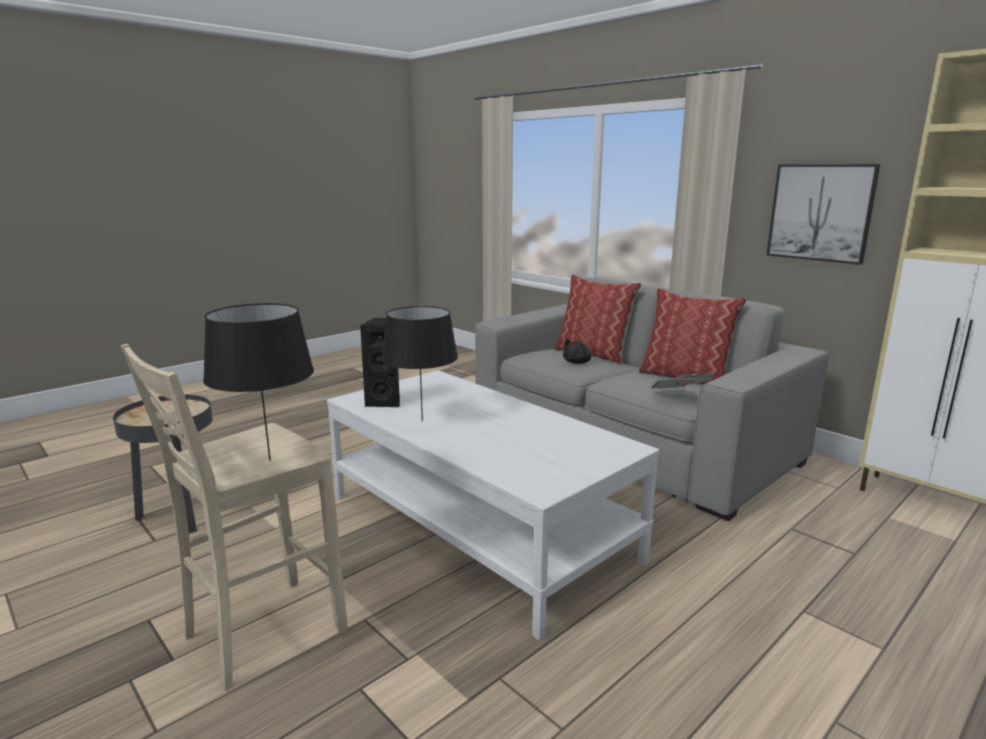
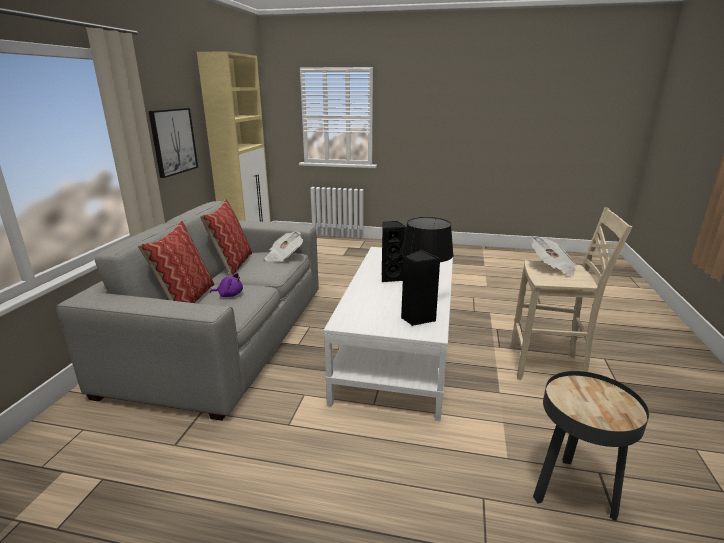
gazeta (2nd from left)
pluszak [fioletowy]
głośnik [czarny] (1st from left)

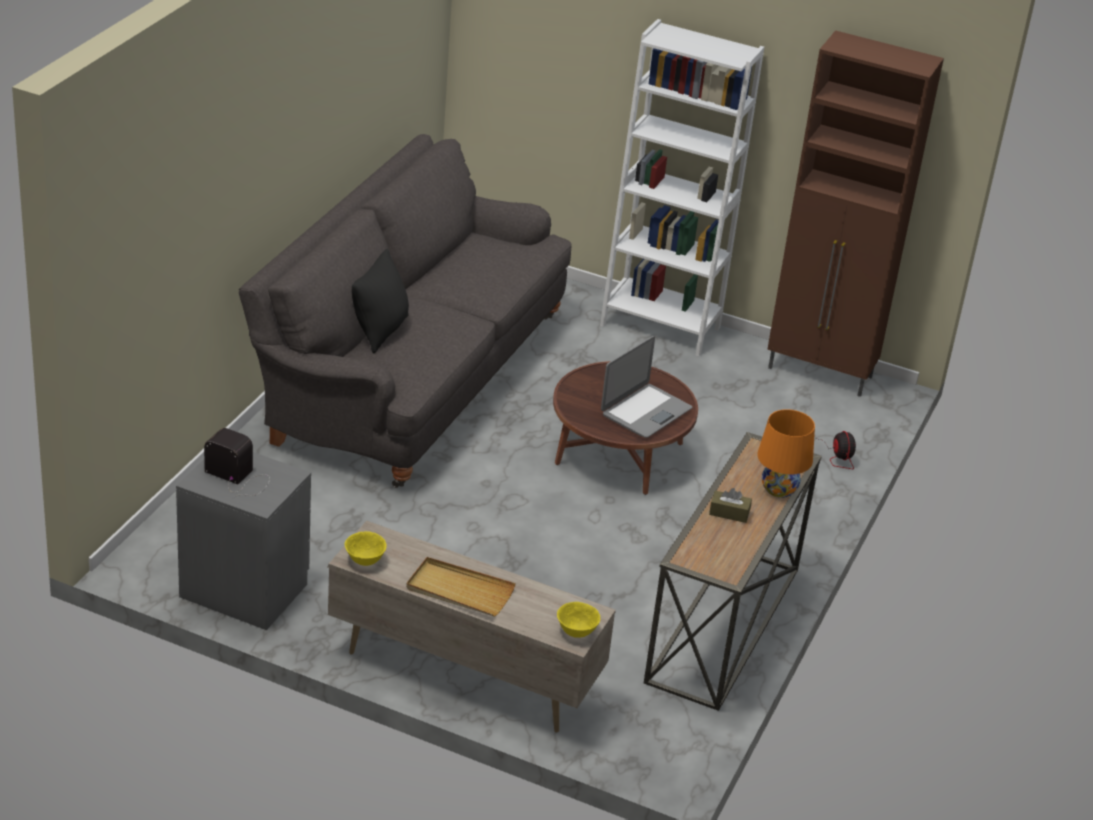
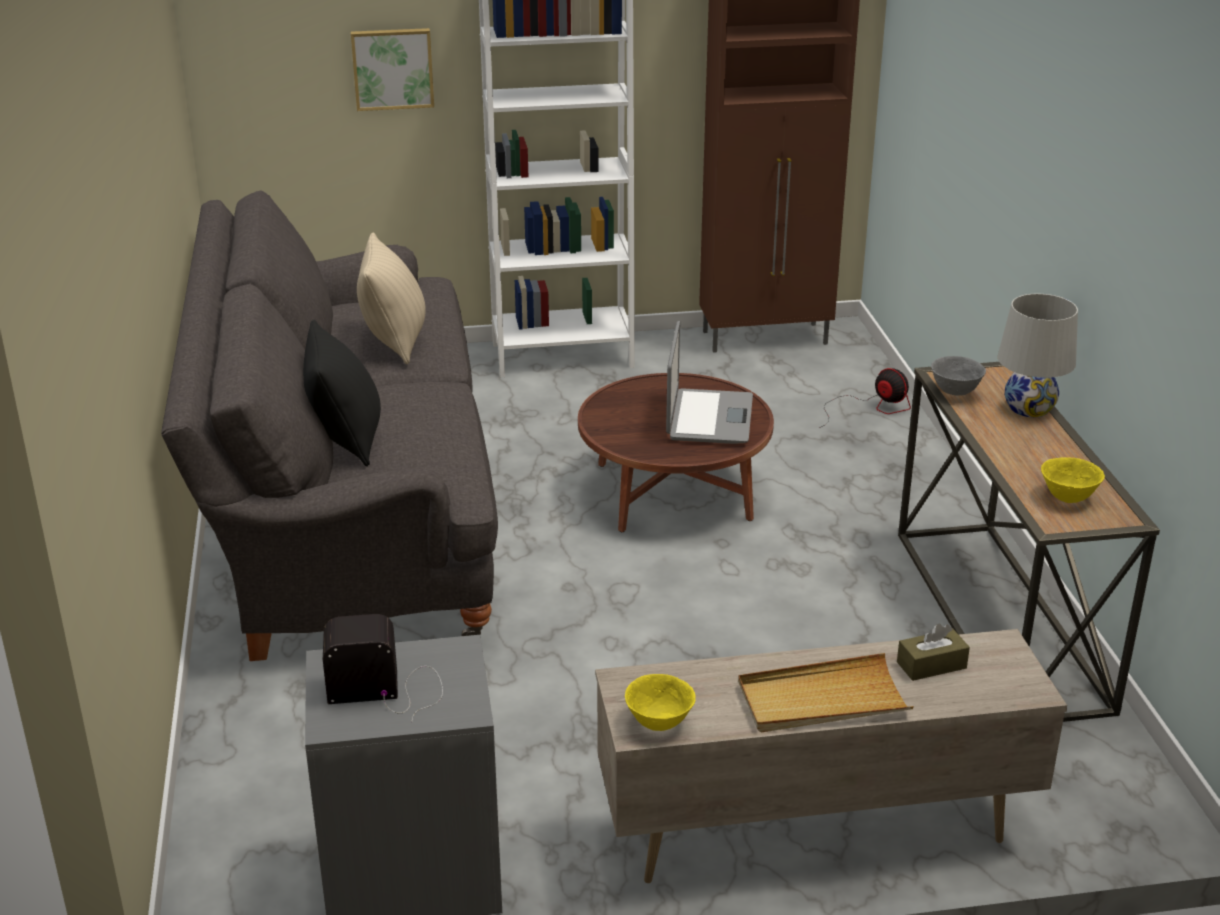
lampa stołowa [biały]
pudełko chusteczek [brązowy]
miska [żółty] (2nd from left)
obraz
poduszka [beżowy]
miska [szary]

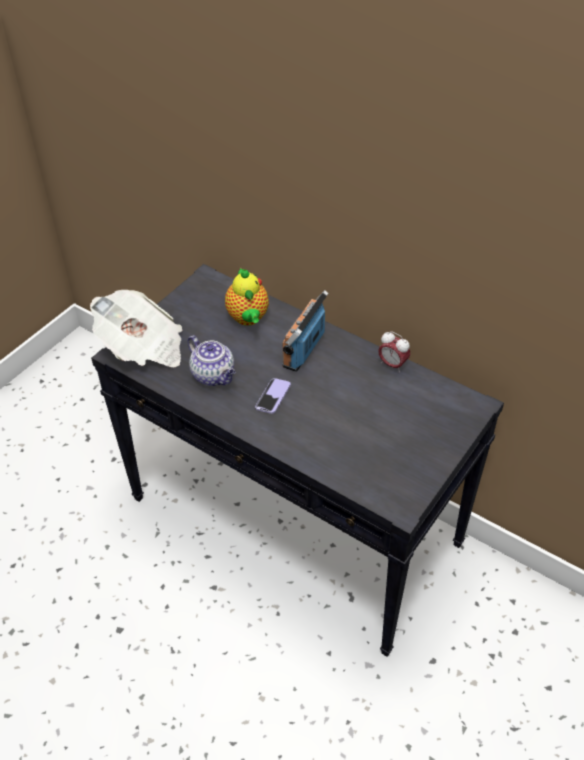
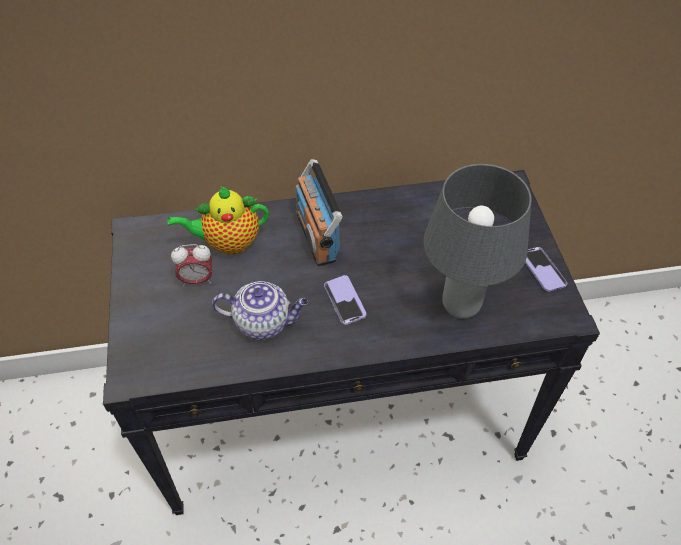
imbryk (1st from left)
gazeta
budzik
lampa stołowa [szary]
telefon (2nd from left)

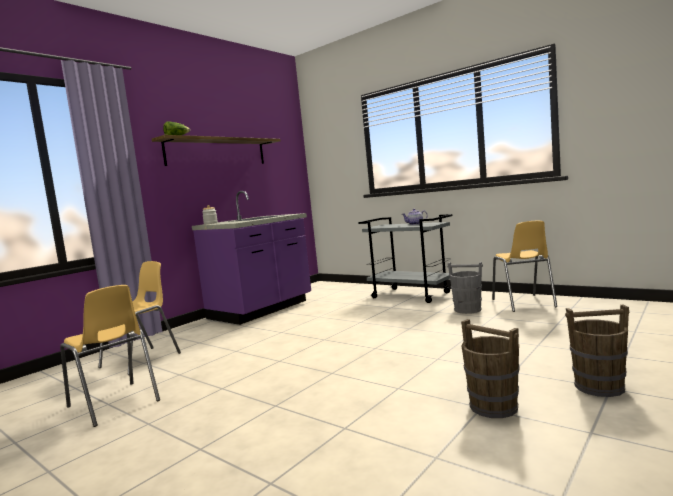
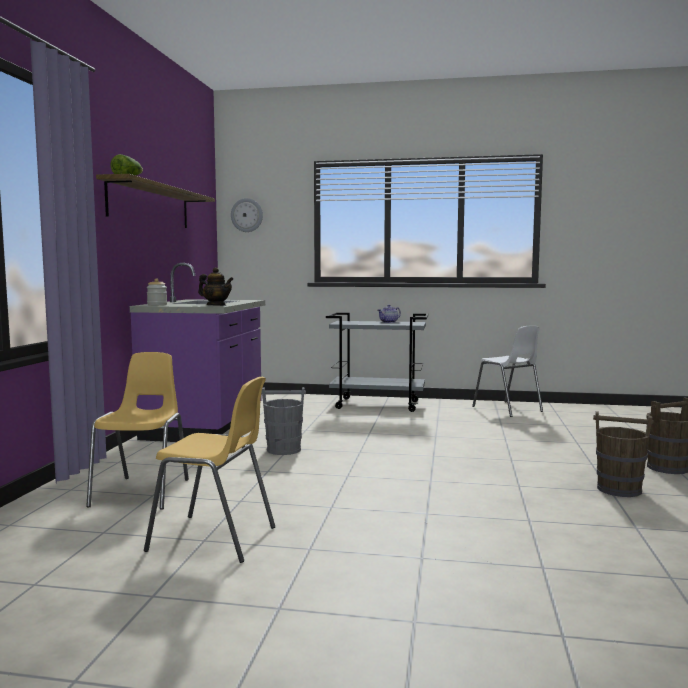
krzesło [biały]
wiadro [szary]
zegar ścienny
imbryk (1st from left)

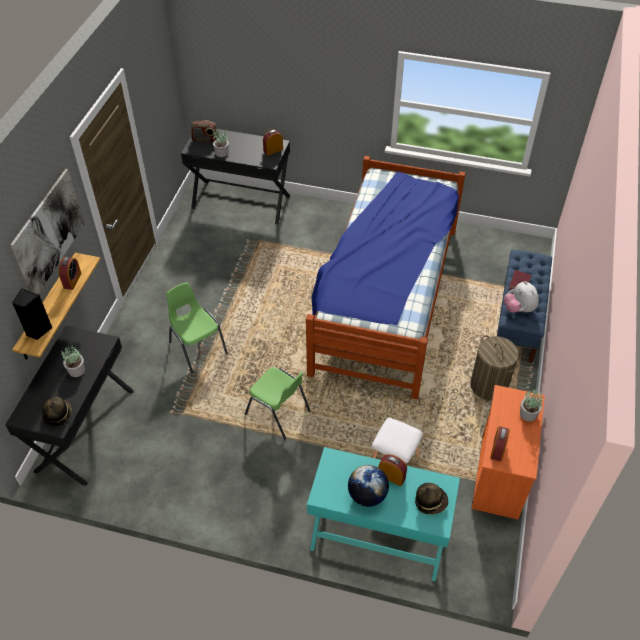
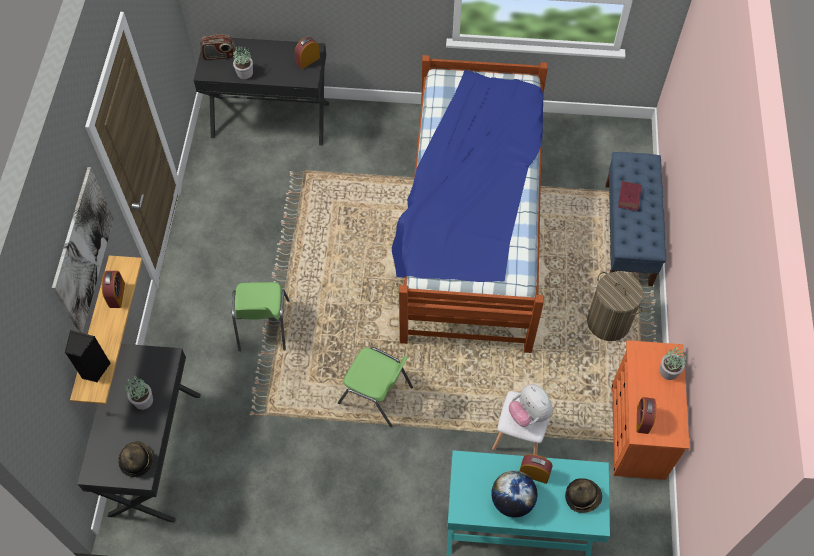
pluszak
krzesło [zielony] (1st from left)

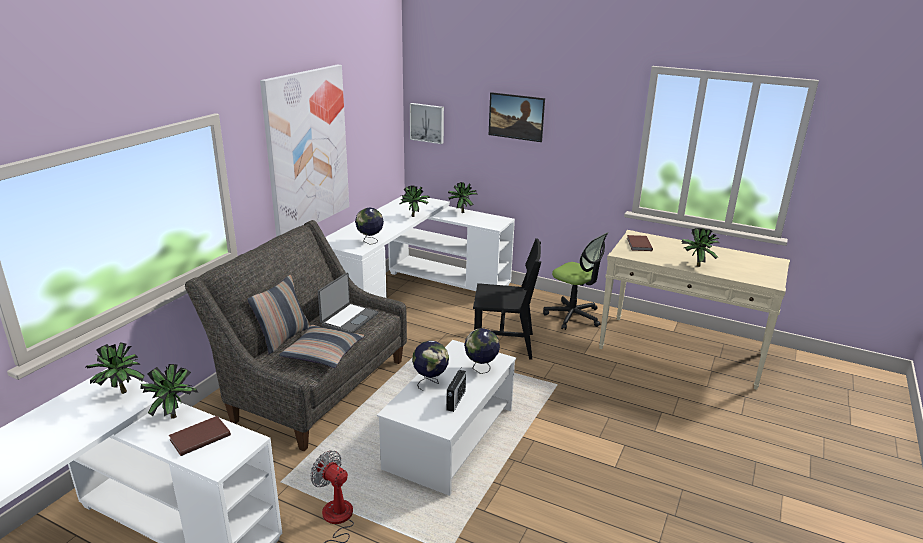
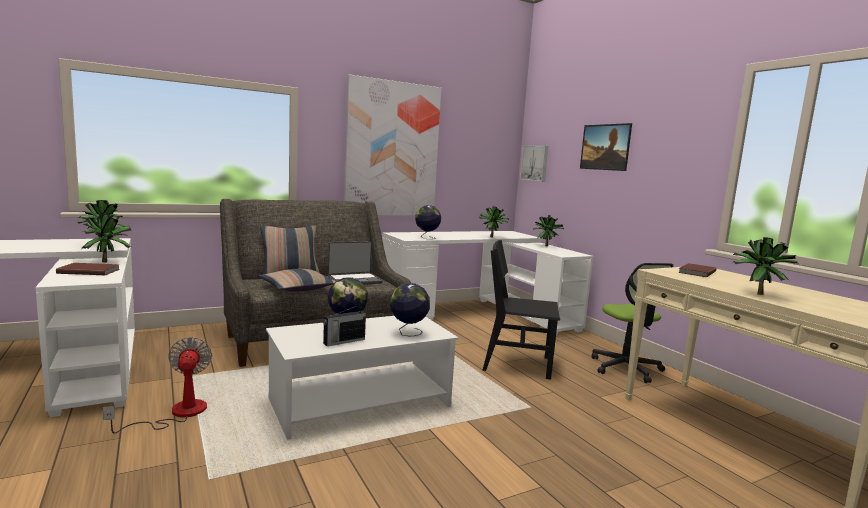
krzesło [czarny]

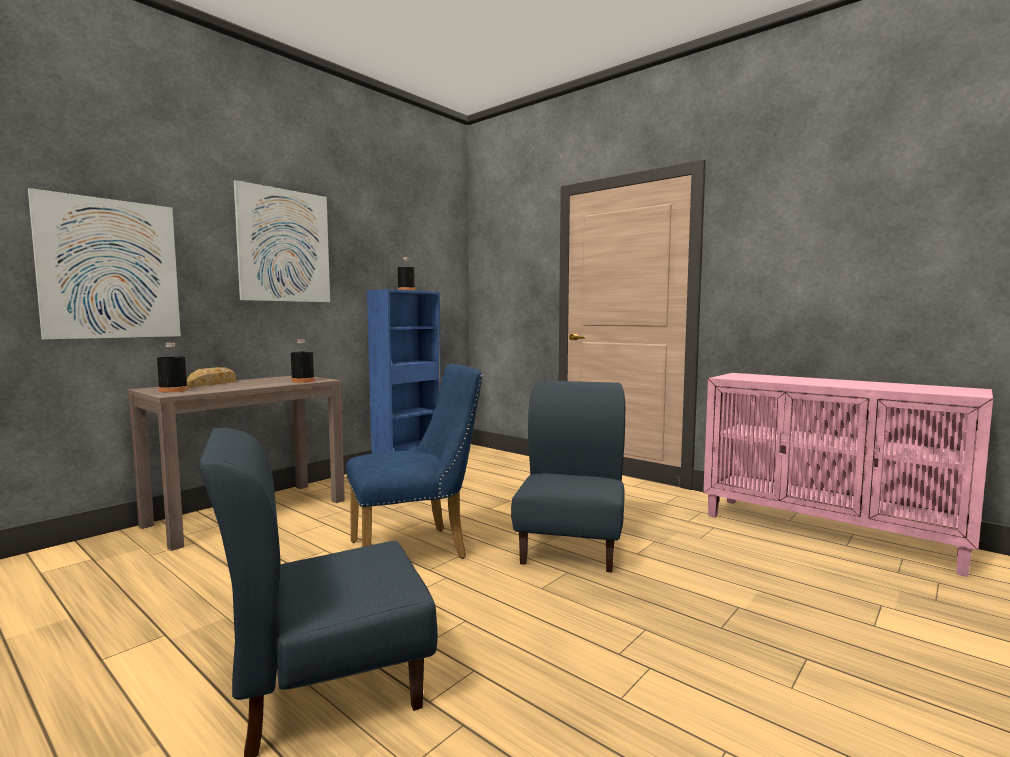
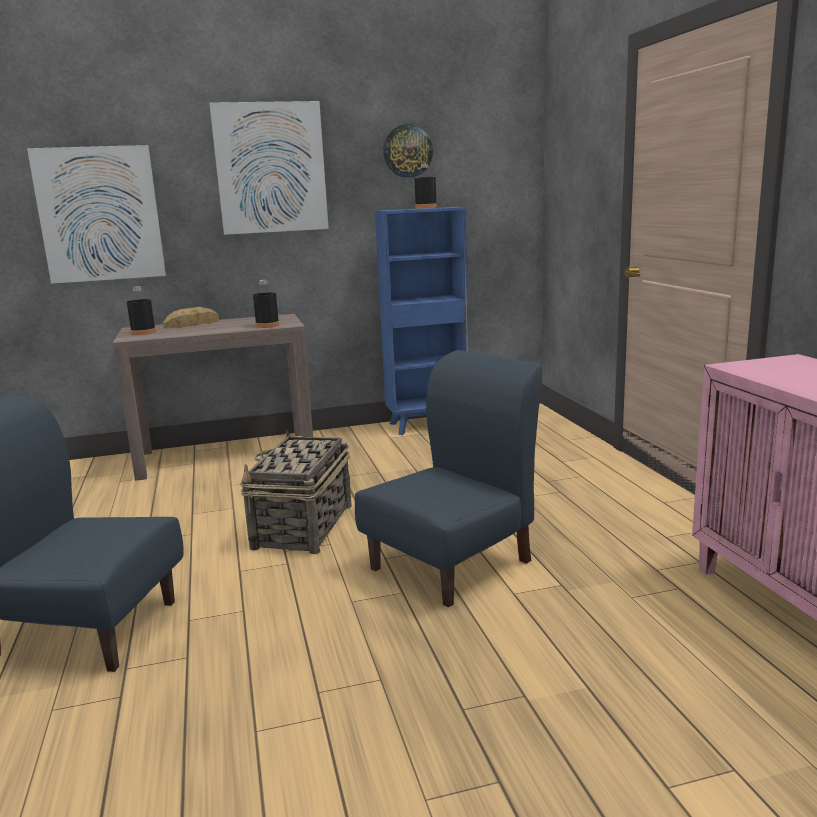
koszyk
zegar ścienny

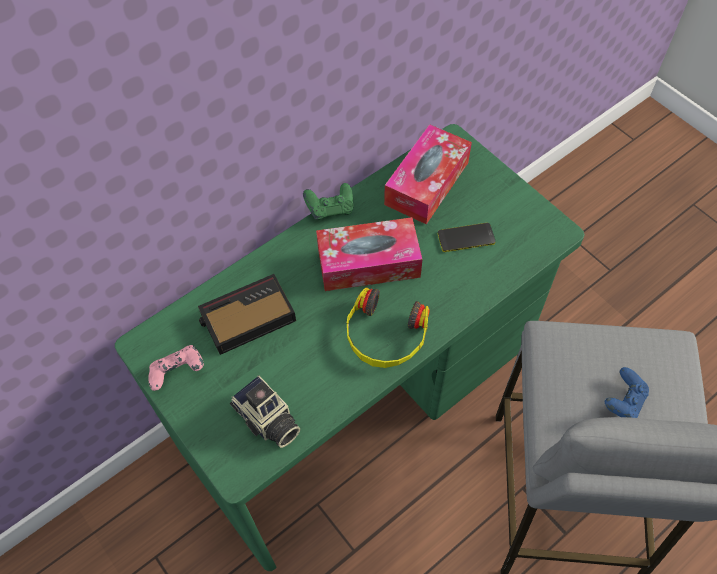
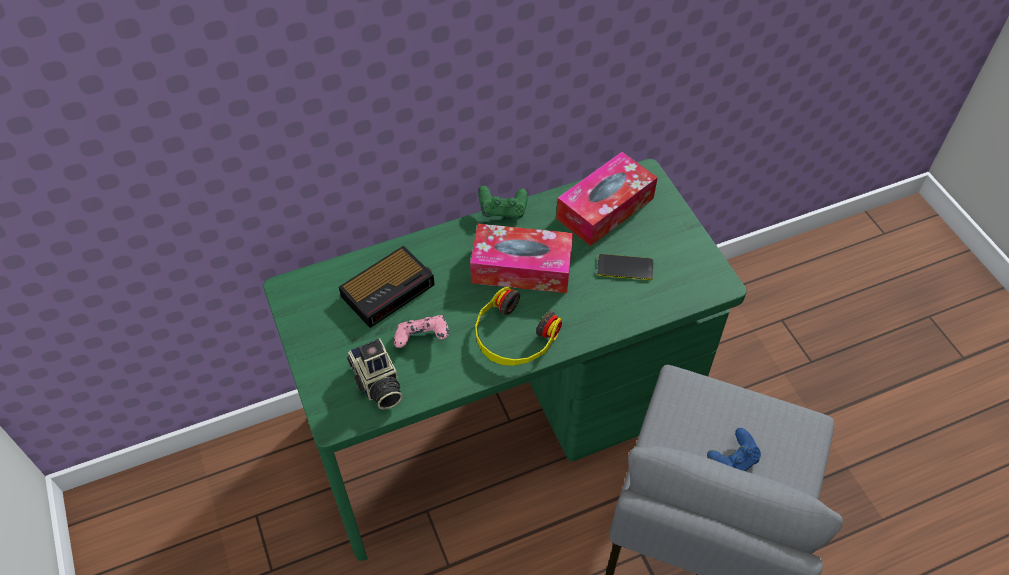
budzik
pad do gier [różowy]

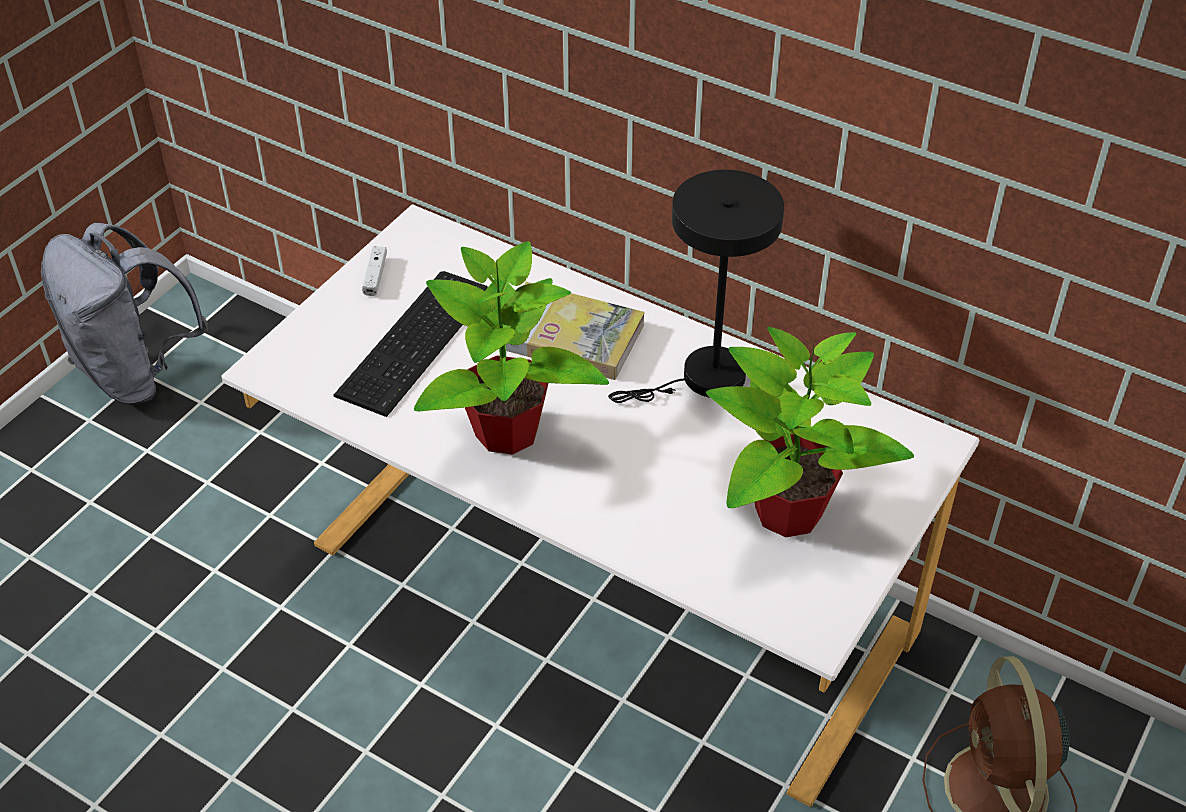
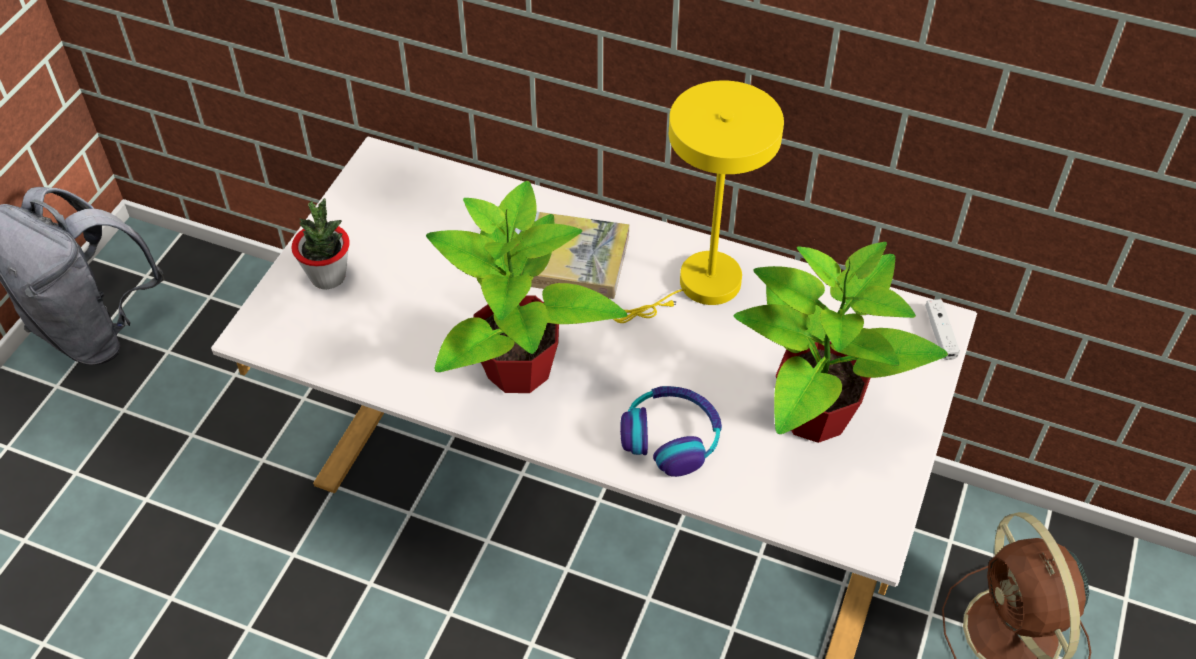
lampa stołowa [żółty]
pad do gier [biały]
klawiatura
roślina doniczkowa (1st from left)
słuchawki

